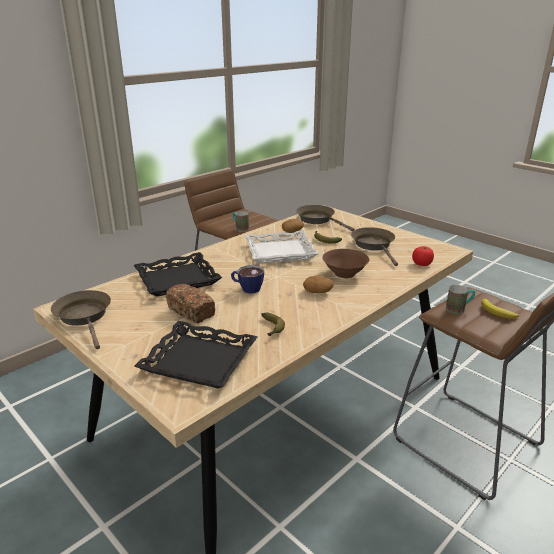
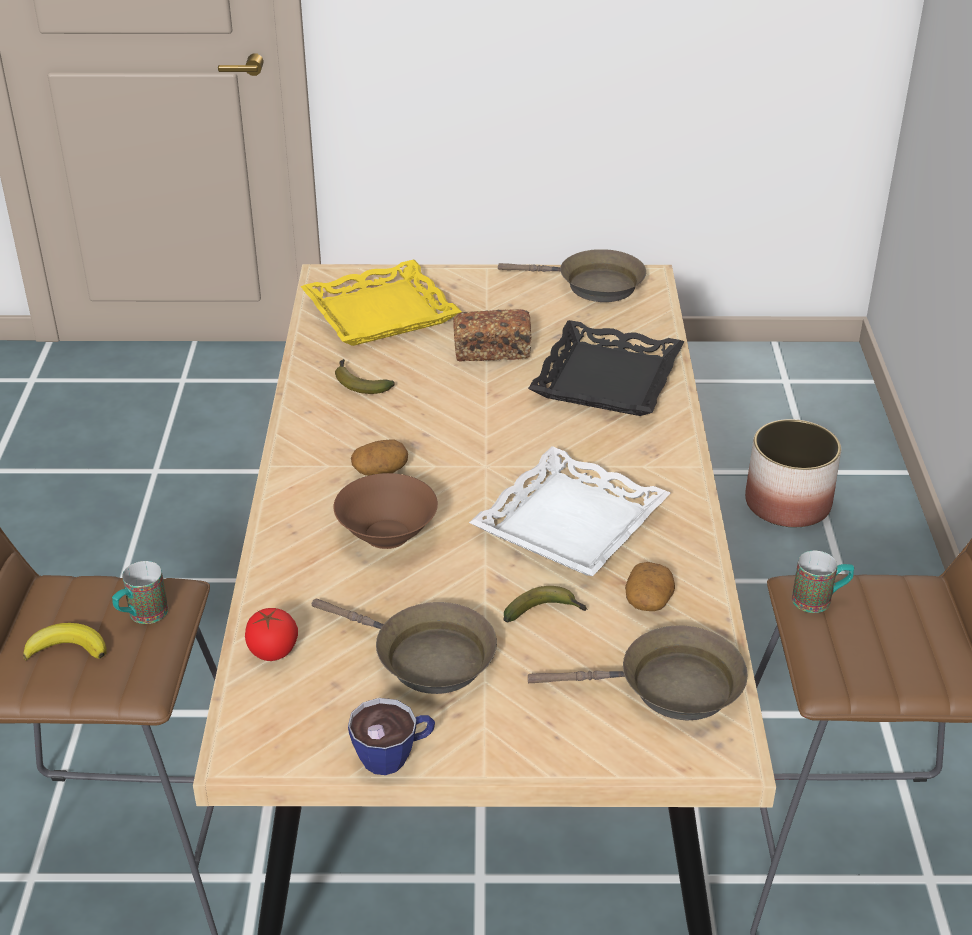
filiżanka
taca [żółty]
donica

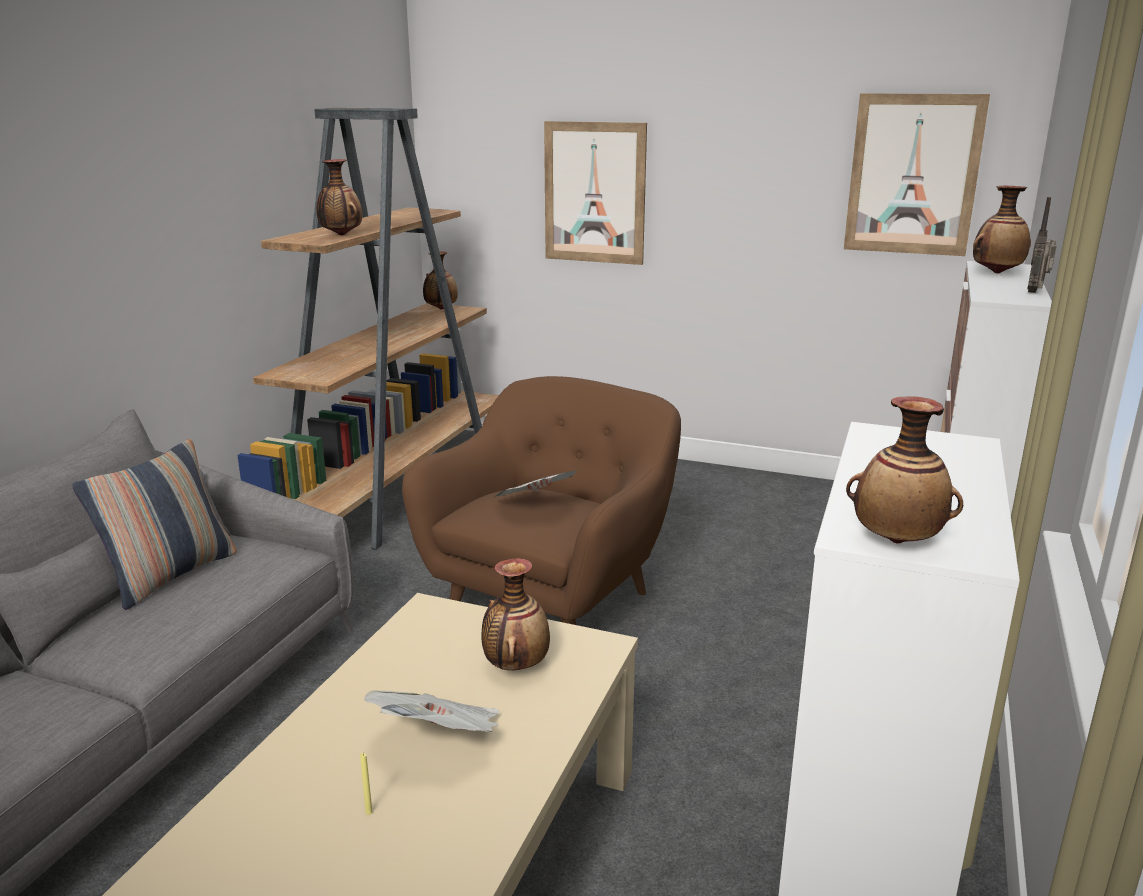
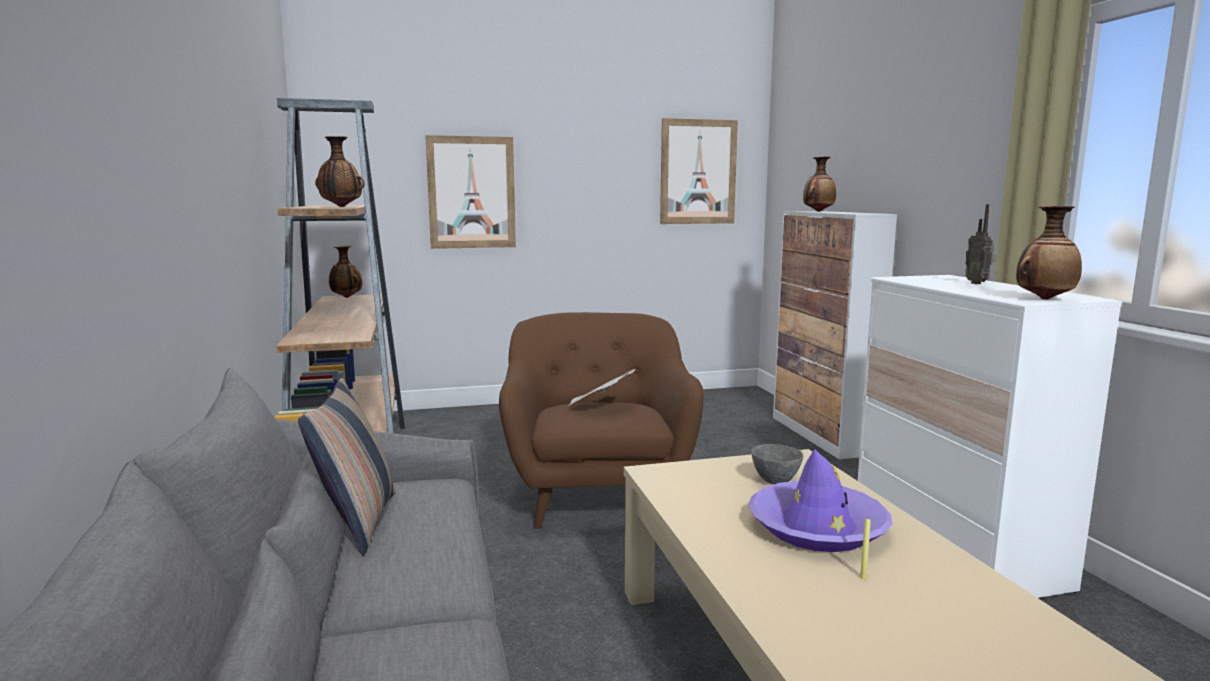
radio
miska [szary]
kapelusz [fioletowy]

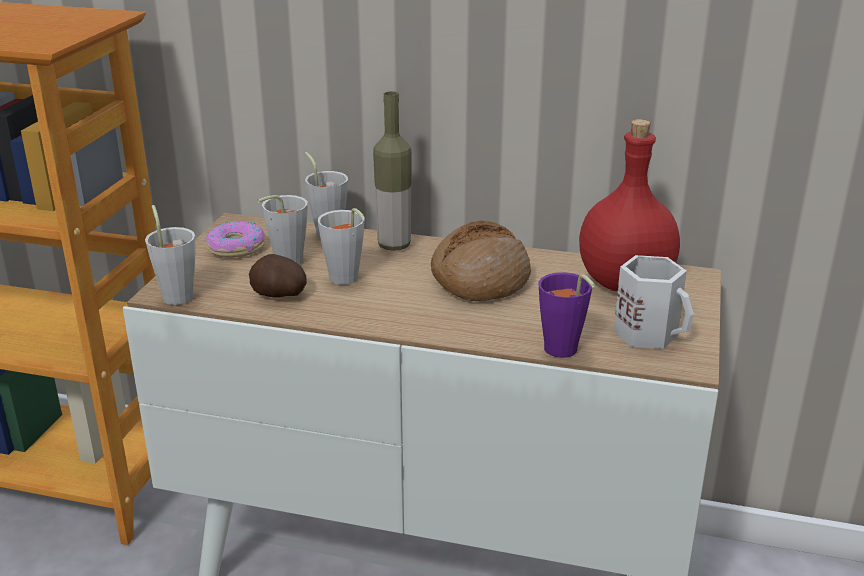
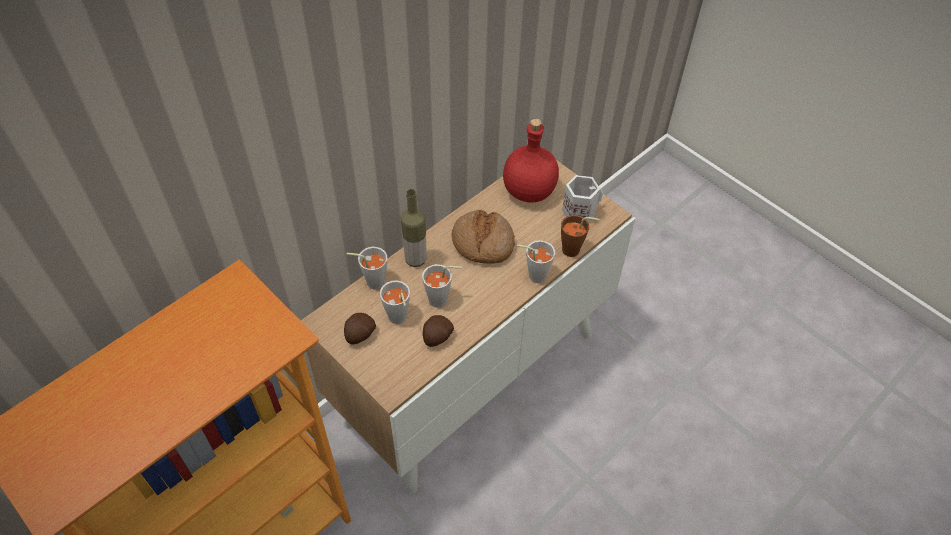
filiżanka [szary] (4th from left)
ziemniak (1st from left)
filiżanka [brązowy]

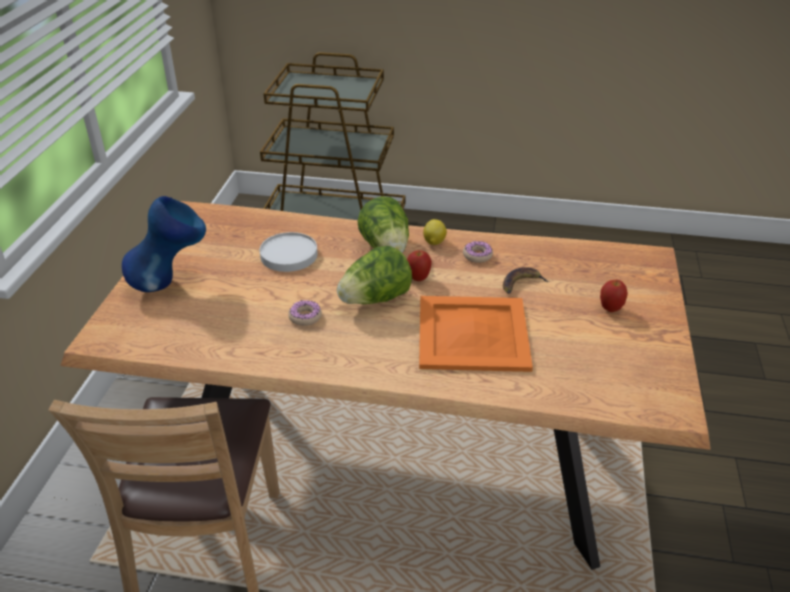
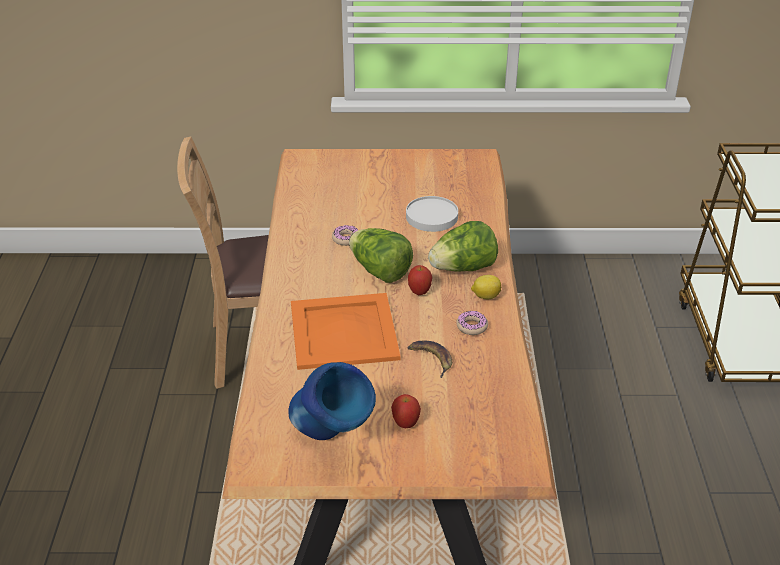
wazon [niebieski]

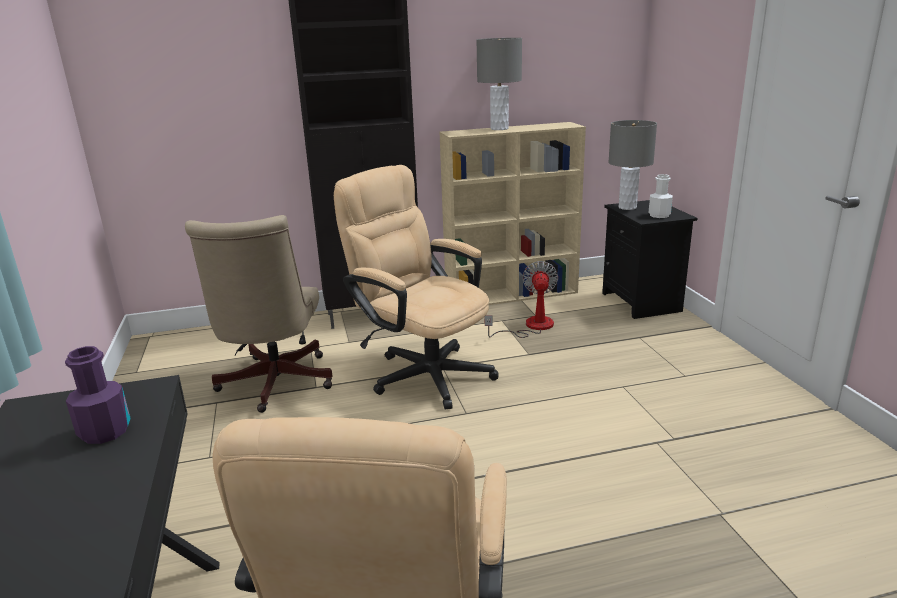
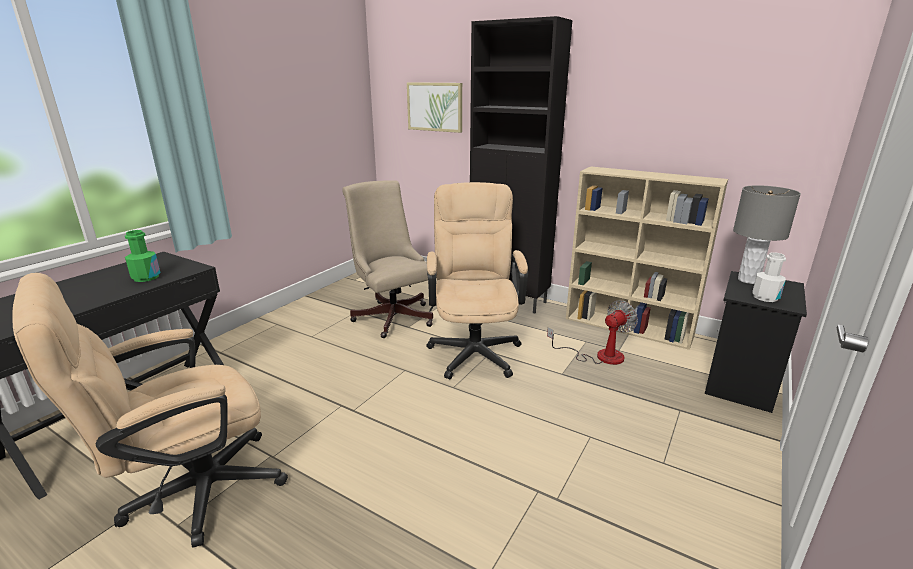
lampa stołowa [szary] (1st from left in the first image)
krzesło biurowe [beżowy] (2nd from left)
butelka [zielony]
obraz

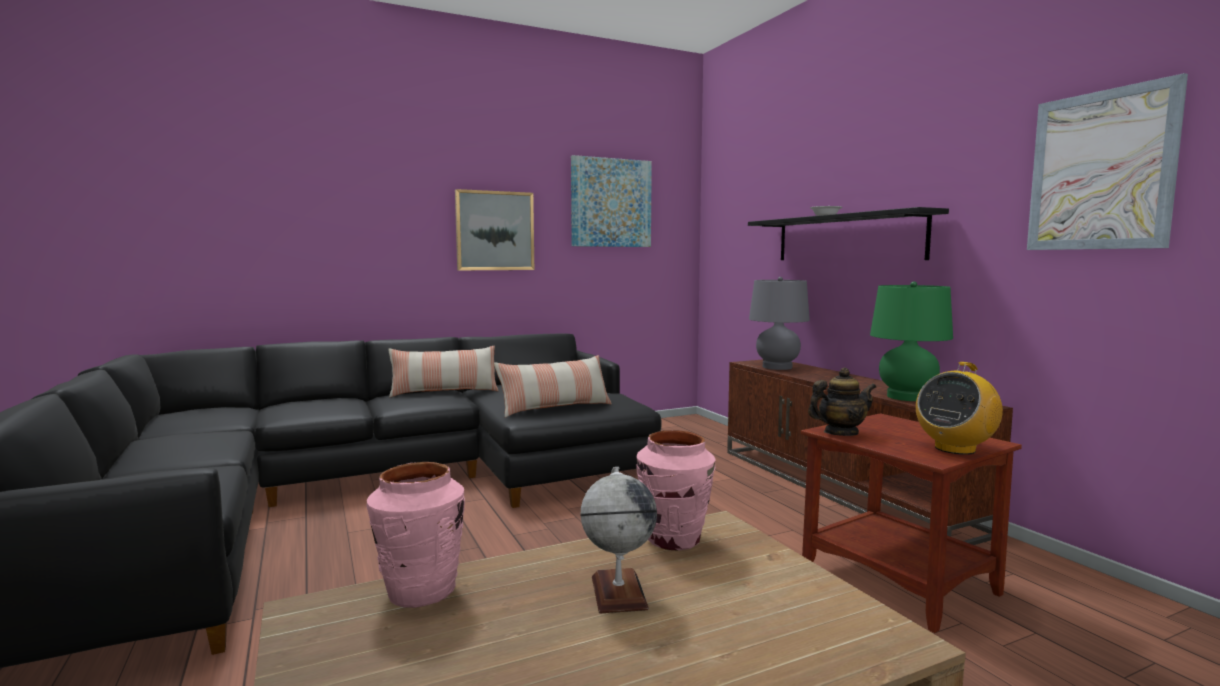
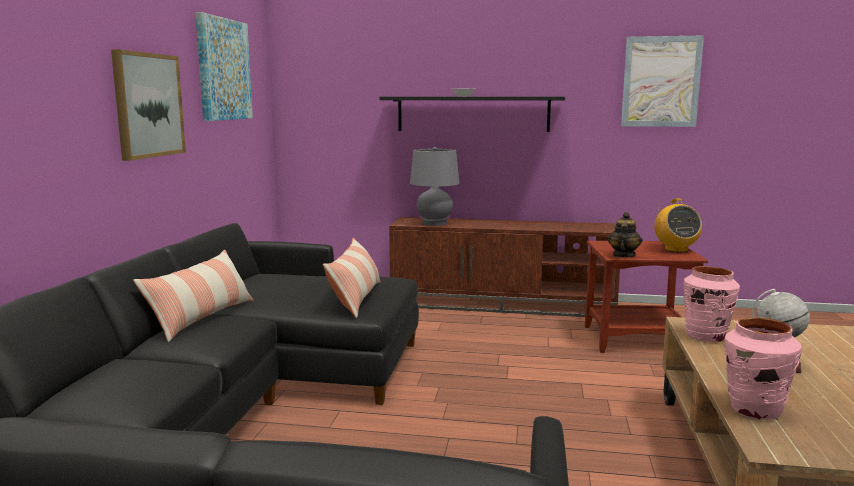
lampa stołowa [zielony]

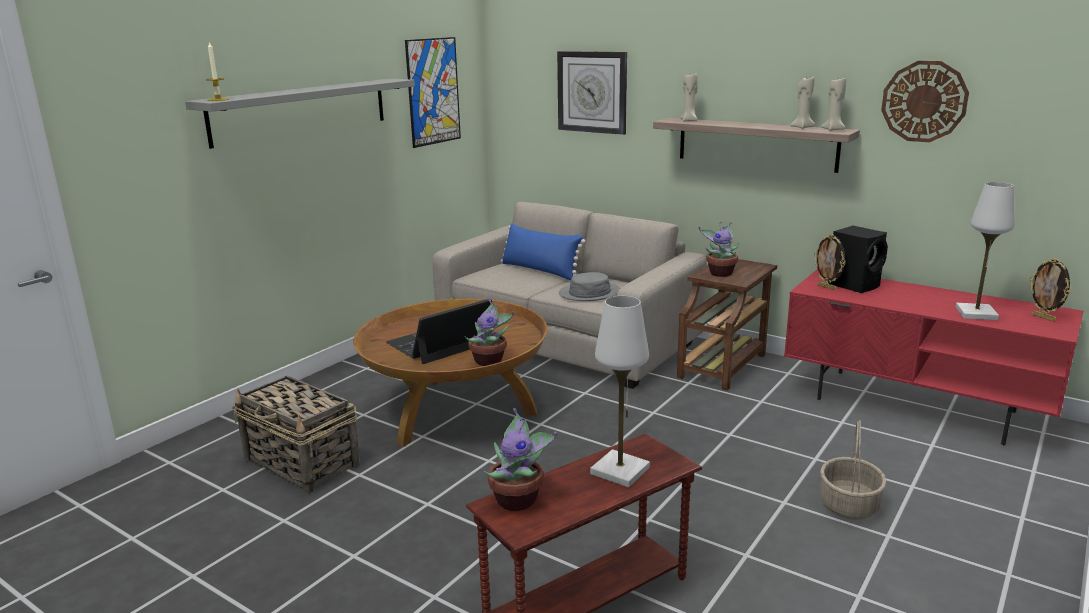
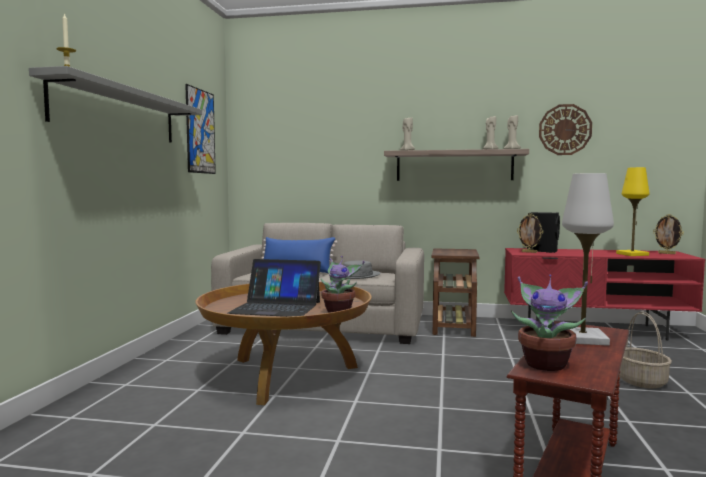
zegar ścienny (1st from left in the first image)
lampa stołowa [żółty]
roślina doniczkowa (3rd from left in the first image)
laptop
koszyk (1st from left in the first image)

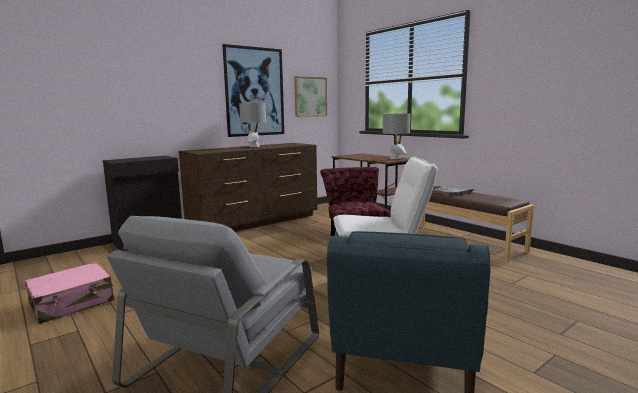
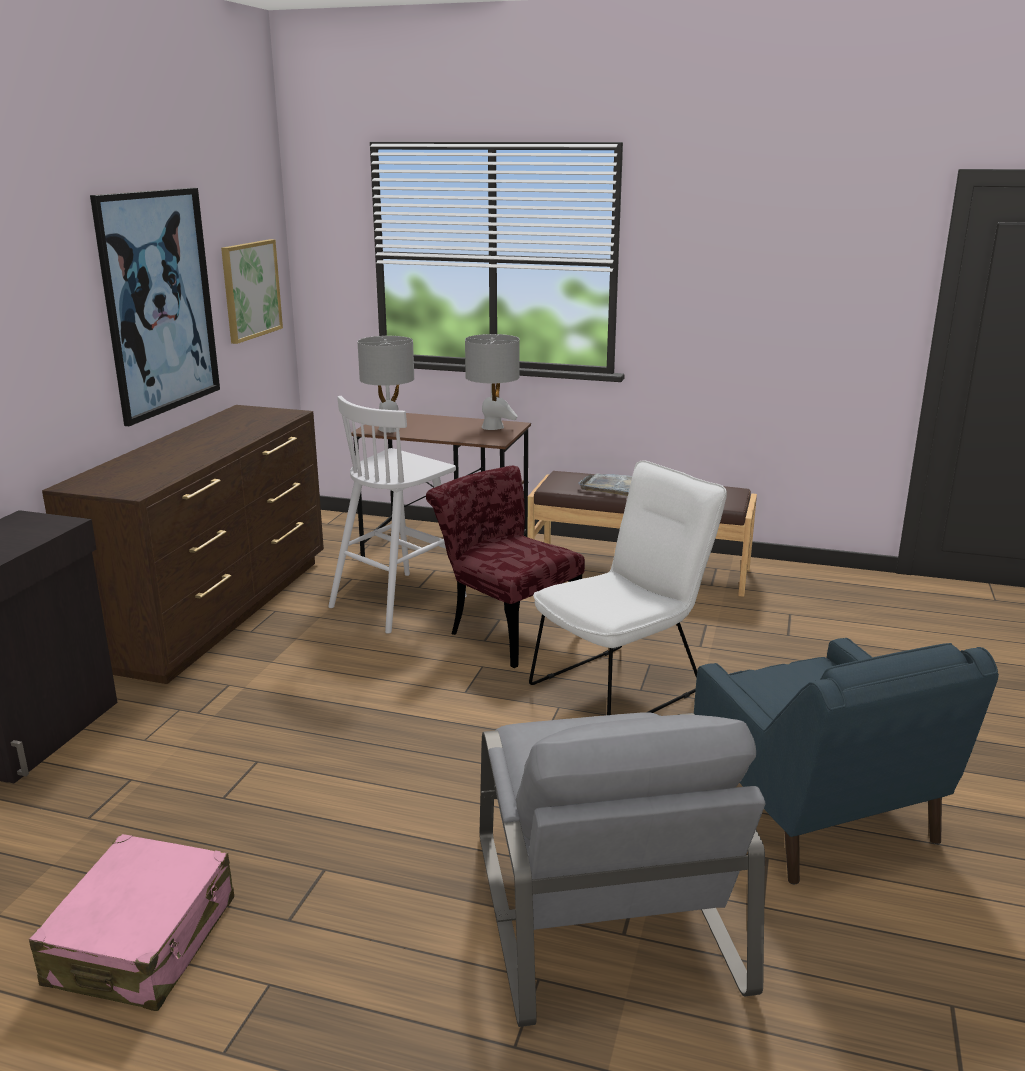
lampa stołowa [szary] (1st from left)
stołek [biały]

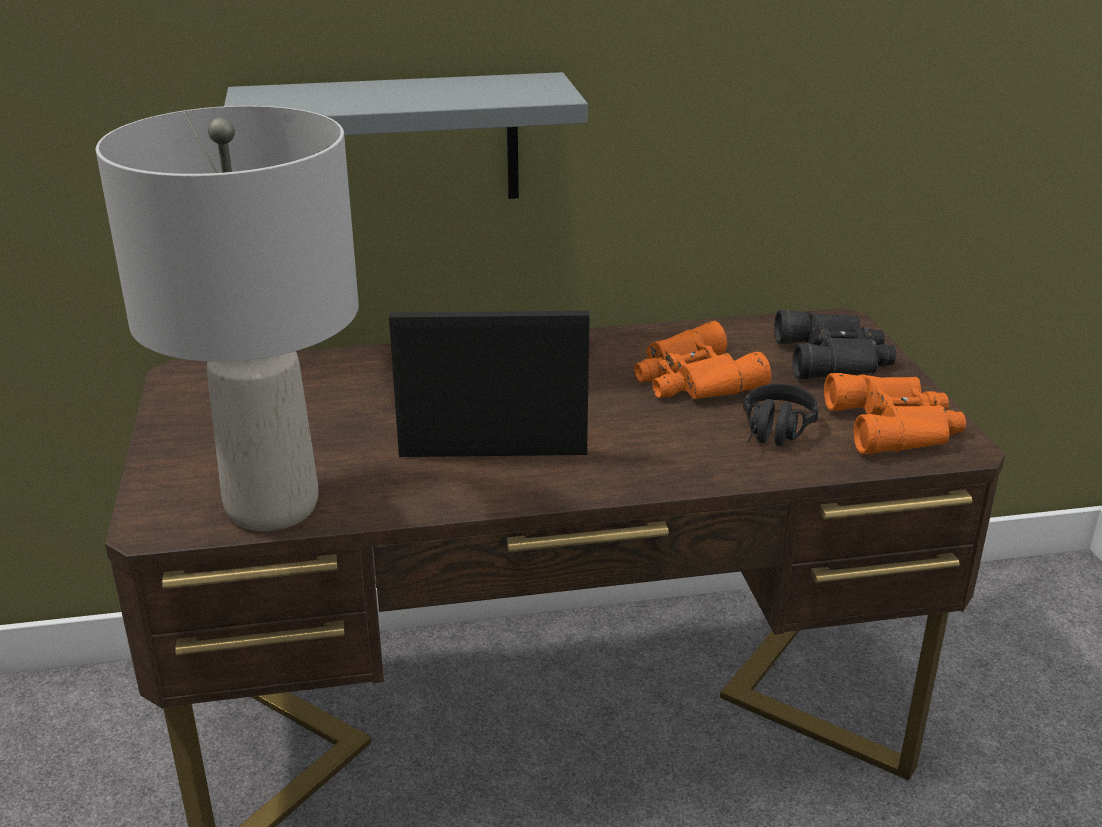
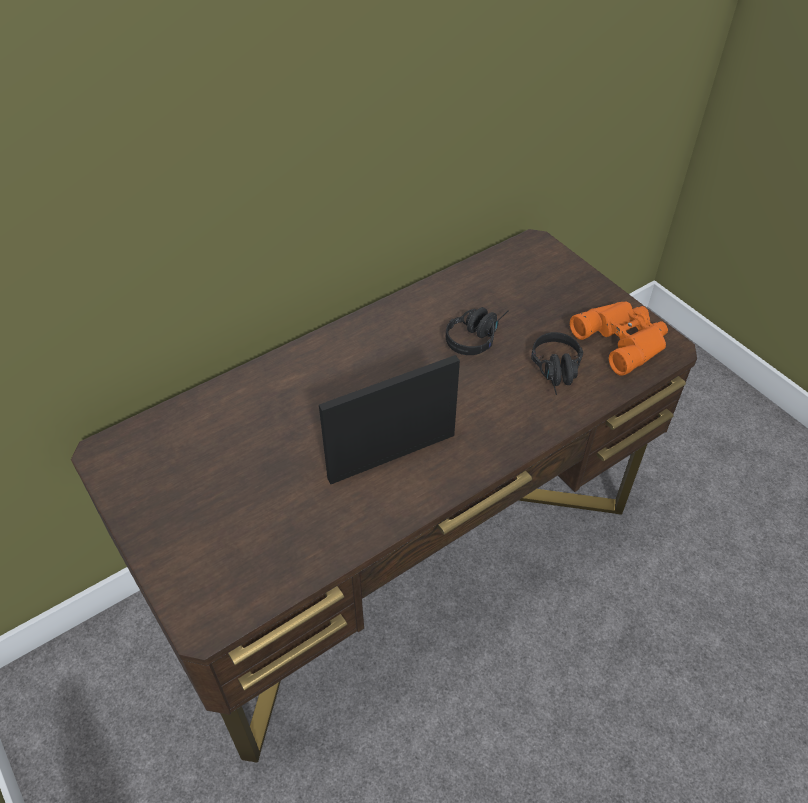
półka [szary]
lampa stołowa [szary]
lornetka [czarny]
słuchawki [czarny] (1st from left)

